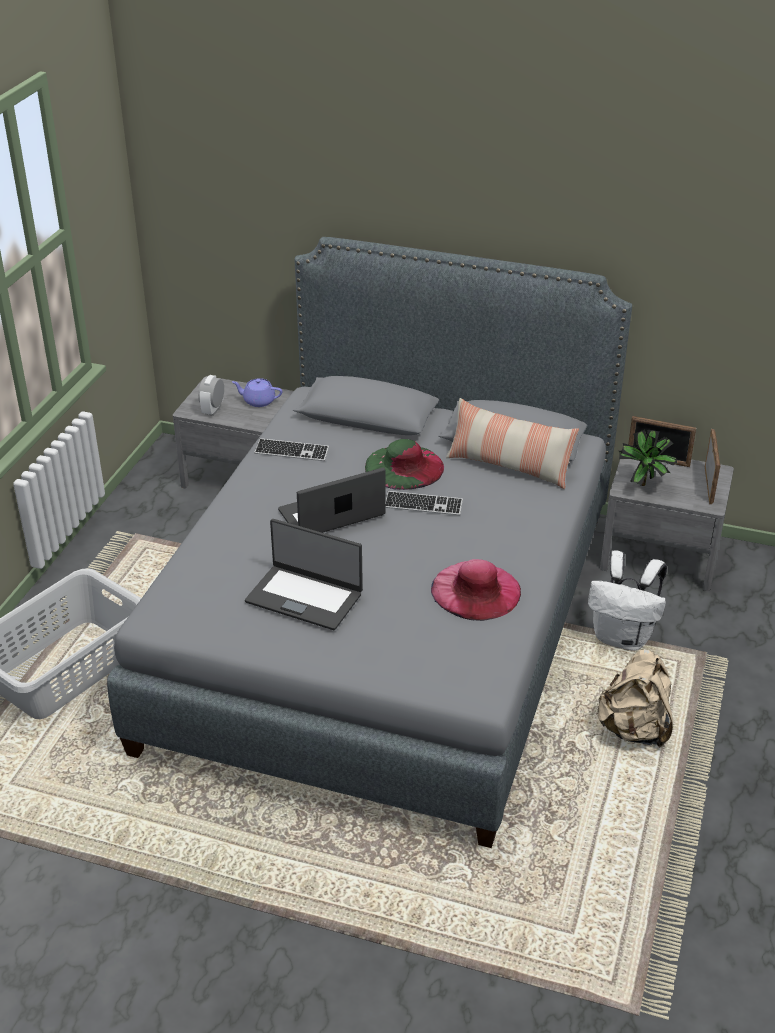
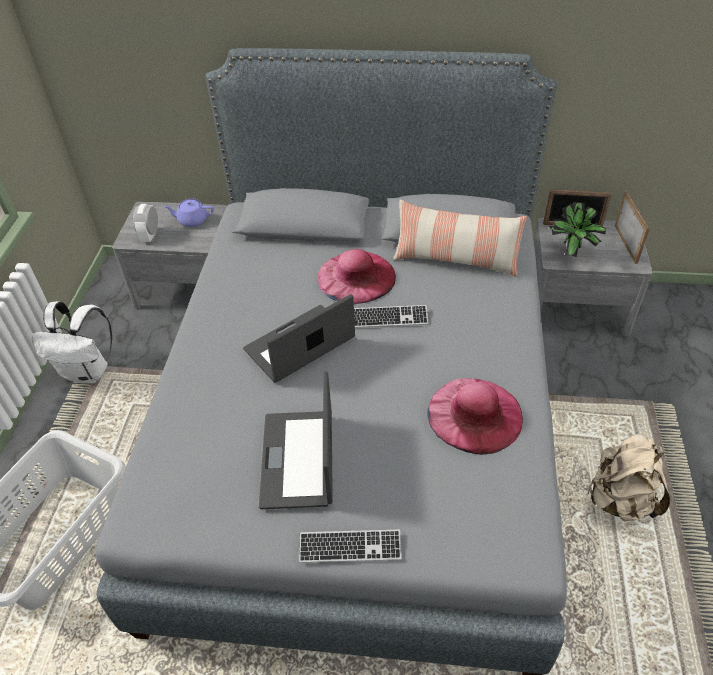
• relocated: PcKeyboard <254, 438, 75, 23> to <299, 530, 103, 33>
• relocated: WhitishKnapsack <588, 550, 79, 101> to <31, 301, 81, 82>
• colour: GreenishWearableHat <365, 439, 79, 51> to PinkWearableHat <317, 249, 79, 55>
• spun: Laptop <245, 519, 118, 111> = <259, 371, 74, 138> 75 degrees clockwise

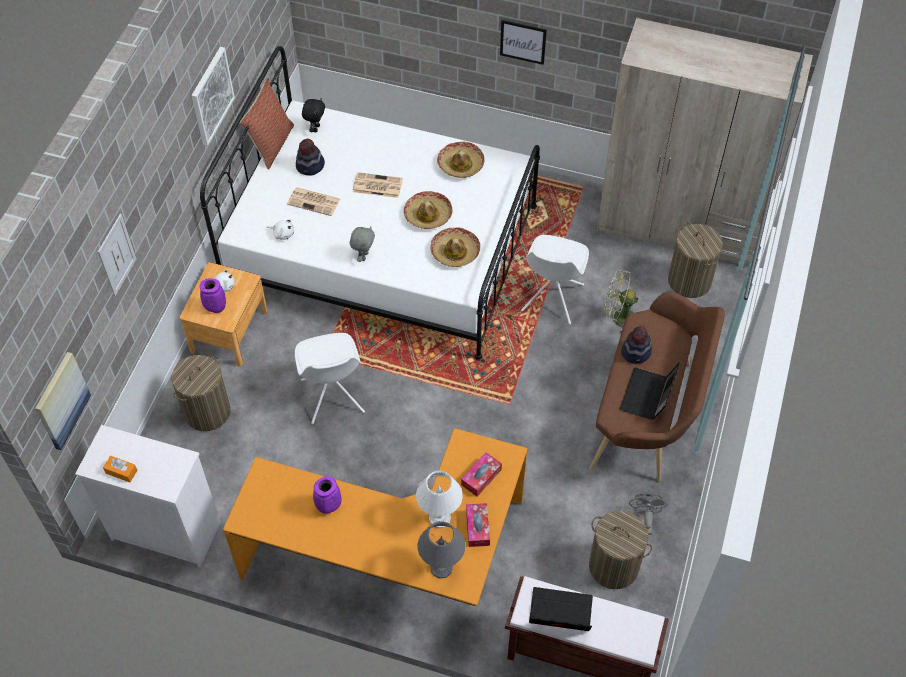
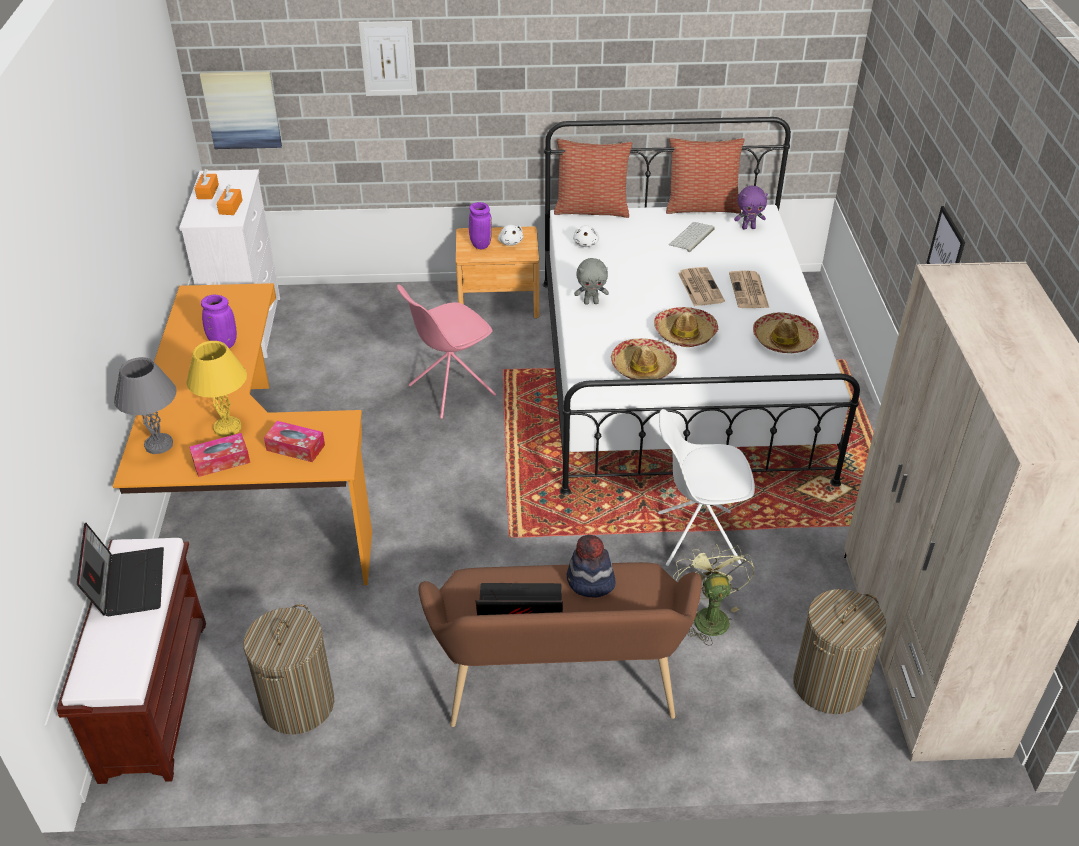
• missing: WashingBasket <171, 354, 60, 77>
• missing: WallArt <192, 47, 43, 99>
• missing: GrayCoolingFan <629, 493, 39, 42>
• appeared: OrangeyTissueHolder <217, 184, 25, 31>
• appeared: ThrowPillow <554, 139, 78, 79>
• relocated: Newspaper <287, 188, 53, 28> to <729, 271, 40, 37>
• exchanged: WearableHat <296, 139, 29, 37> to PcKeyboard <669, 222, 46, 30>
• colour: WhitishChair <295, 333, 70, 91> to PinkChair <397, 284, 99, 135>
• colour: BlackColouredCuddlyToy <302, 98, 23, 34> to PurpleColouredCuddlyToy <734, 186, 34, 43>
• colour: WhitishTableLamp <416, 471, 47, 58> to YellowishTableLamp <186, 341, 61, 96>

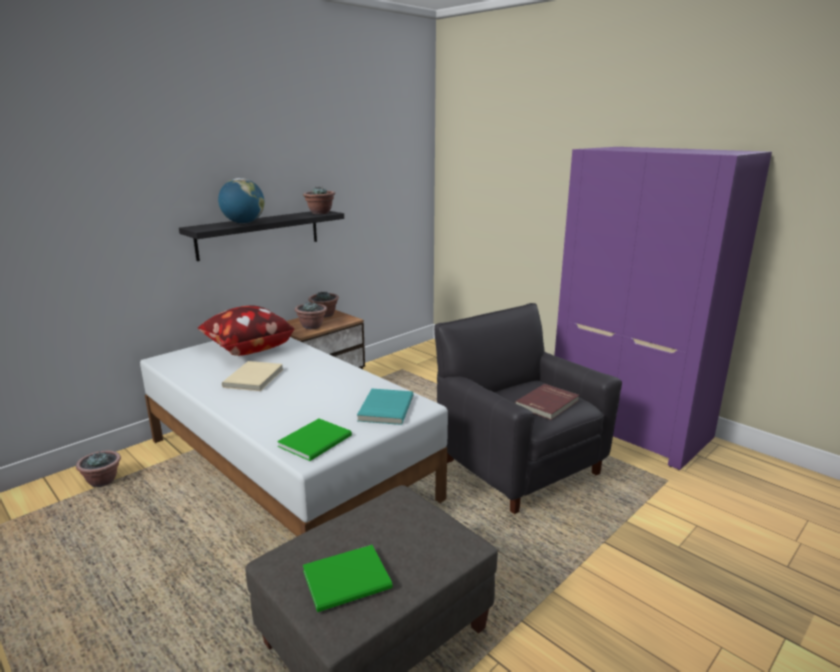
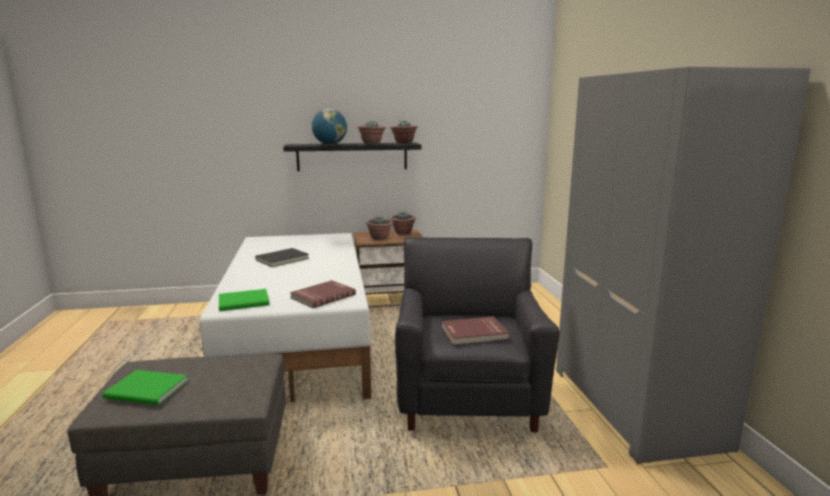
• missing: ThrowPillow <198, 306, 96, 50>
• relocated: Houseplant <76, 451, 45, 36> to <358, 121, 28, 24>
• colour: BeigeColouredBoundBook <222, 361, 61, 30> to BlackColouredBoundBook <255, 248, 54, 19>
• colour: TurquoiseBoundBook <357, 389, 57, 36> to RedBoundBook <290, 280, 66, 28>
• colour: PurpleColouredWardrobe <554, 147, 218, 323> to GrayWardrobe <556, 66, 255, 398>

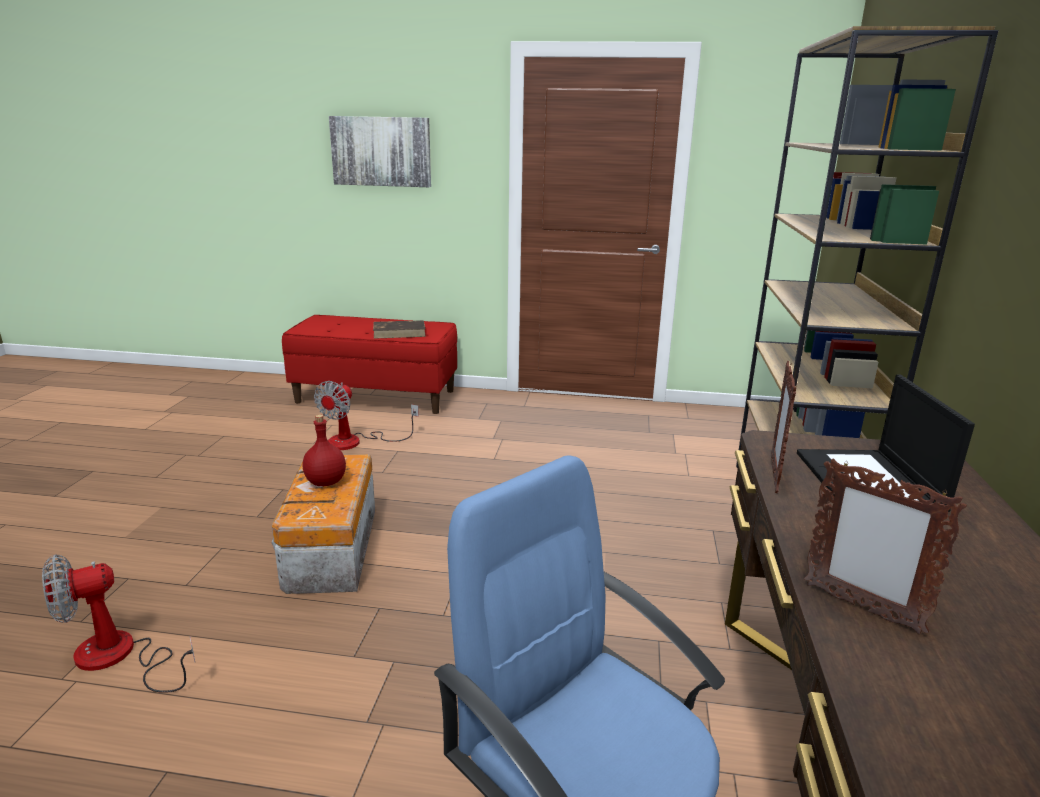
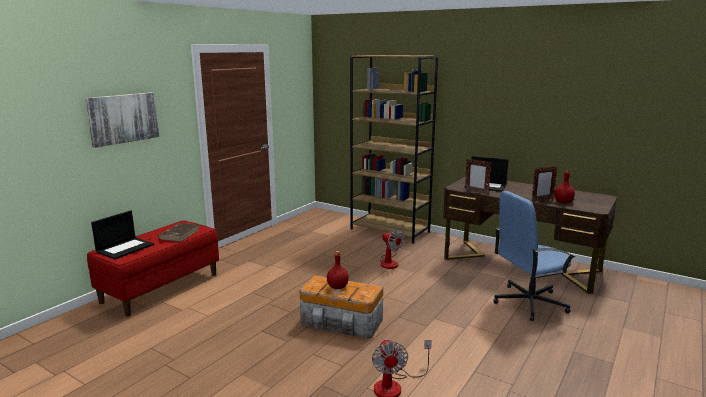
• appeared: Laptop <91, 210, 63, 49>
• appeared: RedBeverageBottle <554, 170, 21, 33>
• relocated: CoolingFan <314, 381, 105, 69> to <379, 229, 25, 40>

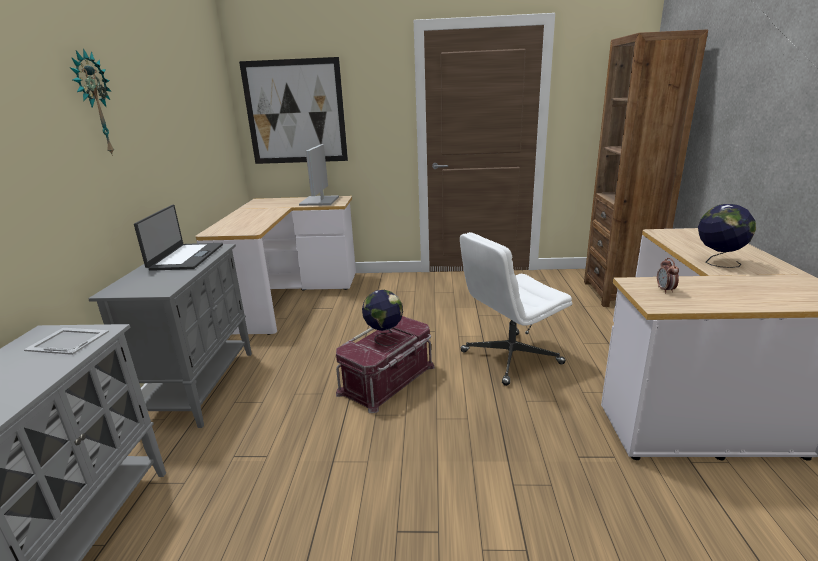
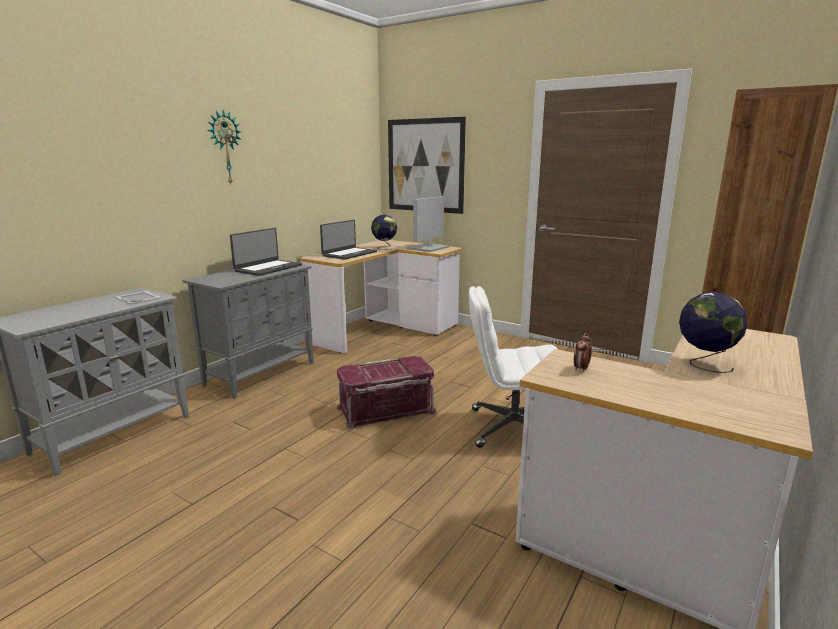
• appeared: Laptop <320, 220, 57, 40>
• relocated: DeskGlobe <362, 290, 41, 56> to <371, 214, 26, 36>

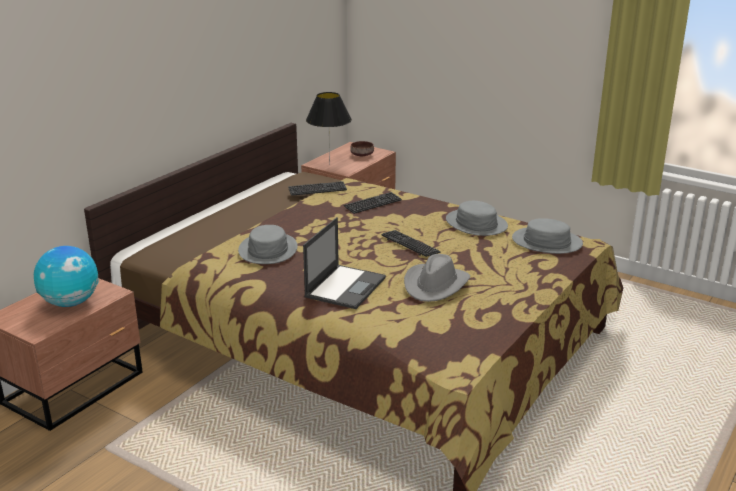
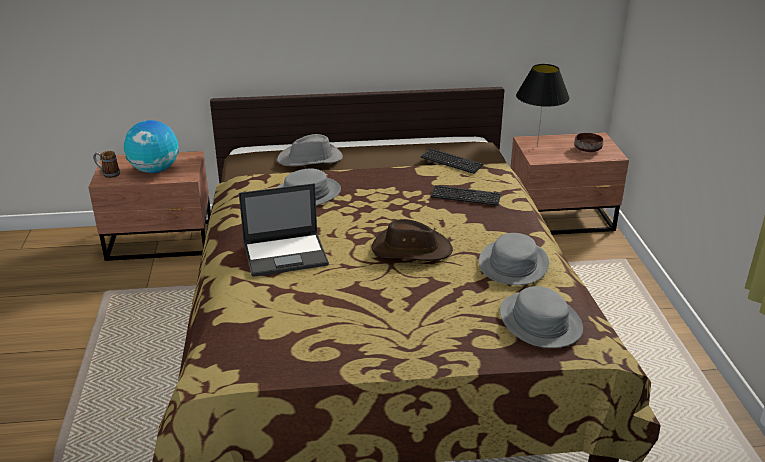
• appeared: CoffeeMug <93, 151, 27, 27>
• relocated: GrayWearableHat <404, 254, 66, 48> to <277, 134, 66, 32>
• exchanged: PcKeyboard <381, 230, 60, 27> to BrownishWearableHat <371, 219, 82, 42>

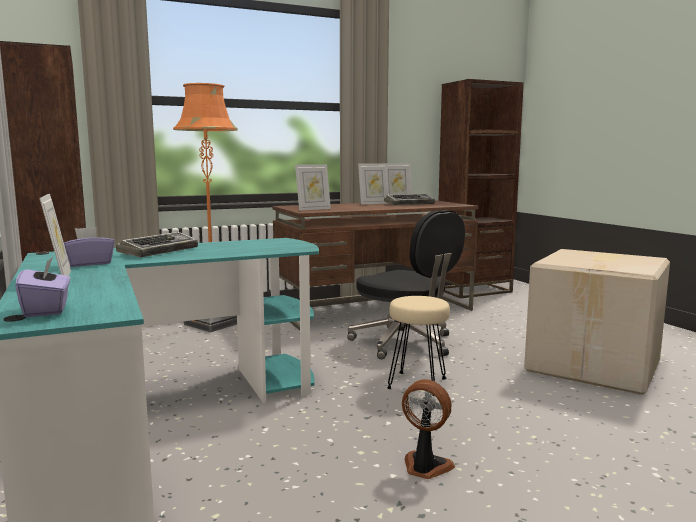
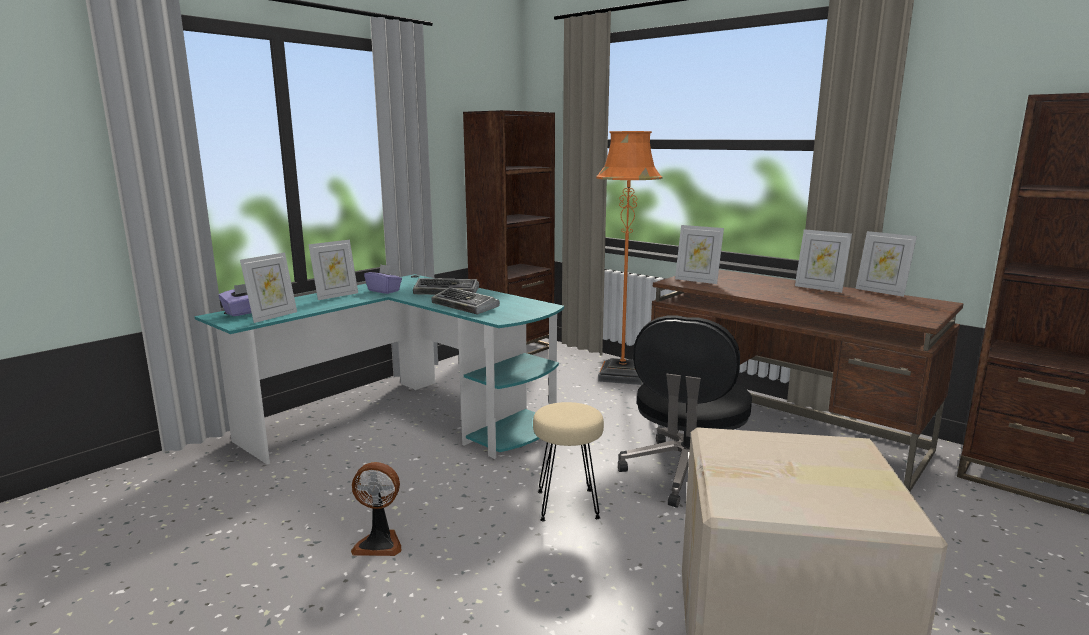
• appeared: StandingFrame <240, 252, 57, 71>
• relocated: PcKeyboard <384, 194, 51, 11> to <432, 287, 68, 28>
• spun: CoolingFan <402, 379, 53, 100> = <351, 462, 51, 94> 90 degrees clockwise

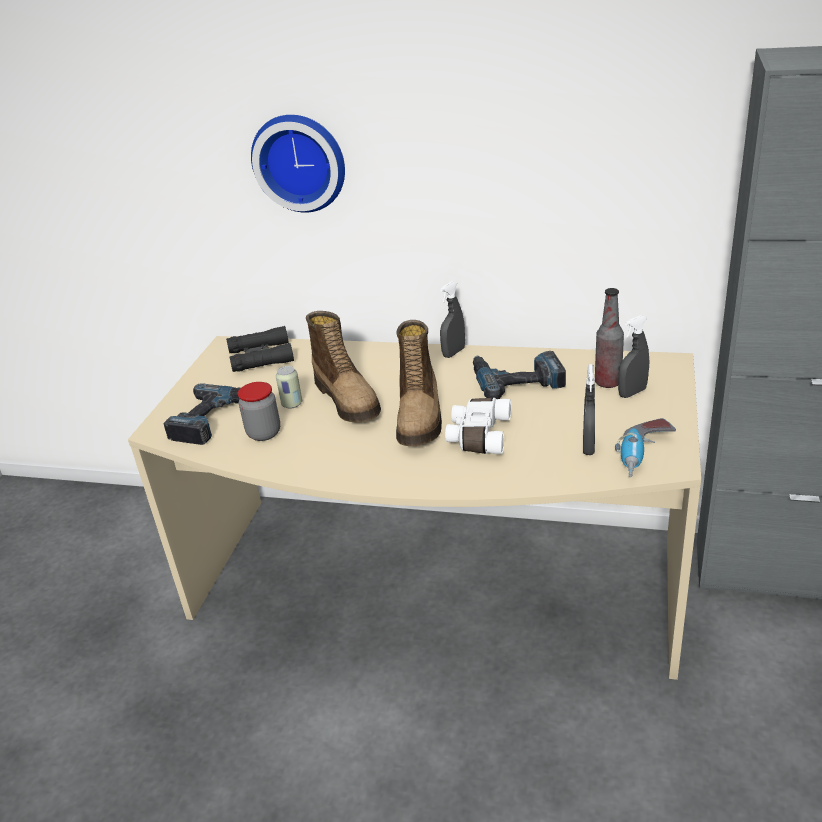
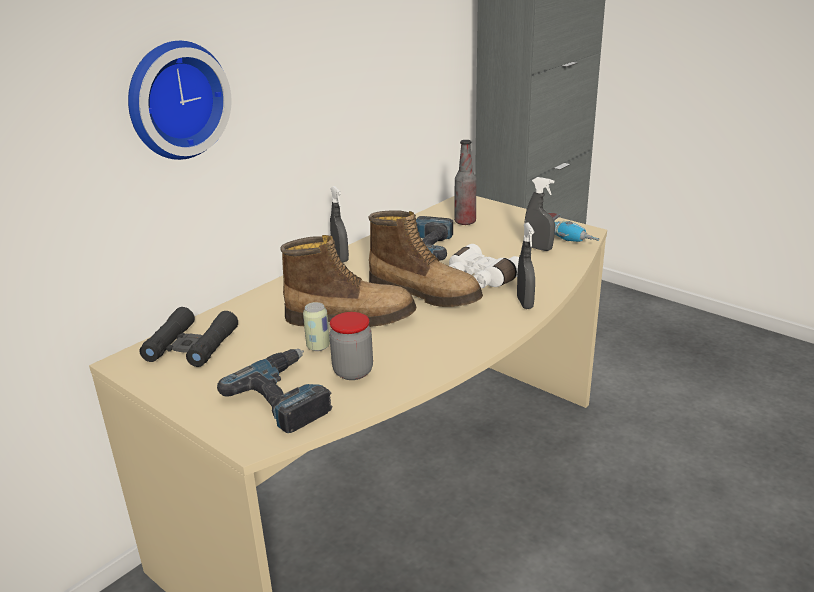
• relocated: GrayHandSprayer <618, 315, 31, 83> to <517, 222, 18, 87>

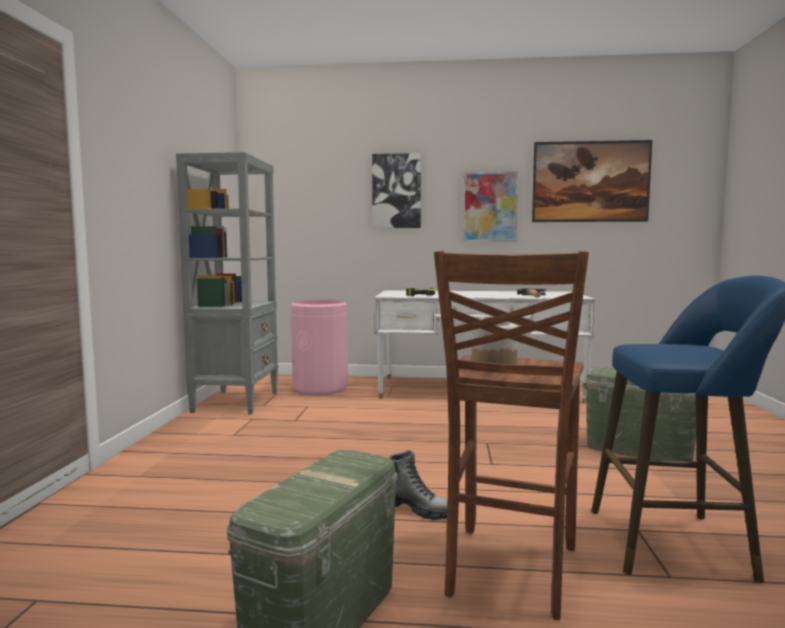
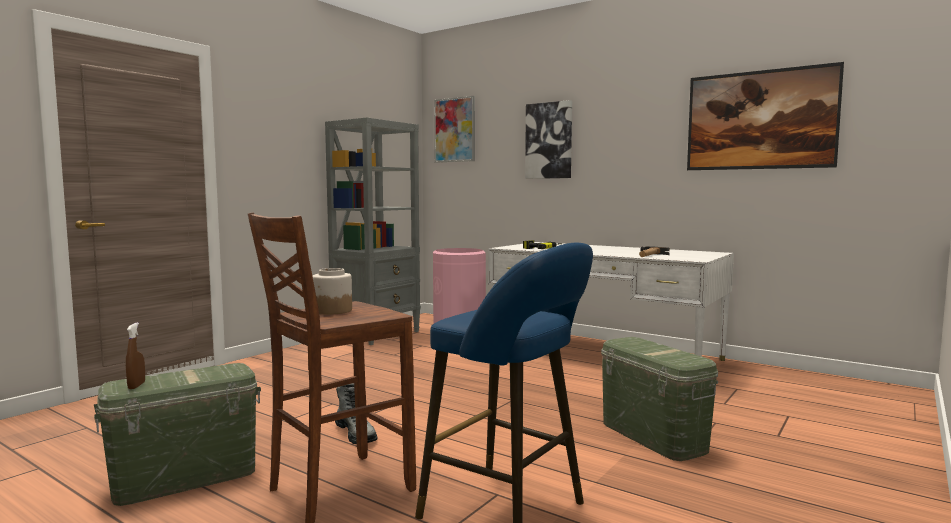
• appeared: BrownishHandSprayer <126, 322, 19, 67>
• relocated: WallArt <463, 172, 55, 70> to <434, 96, 41, 66>

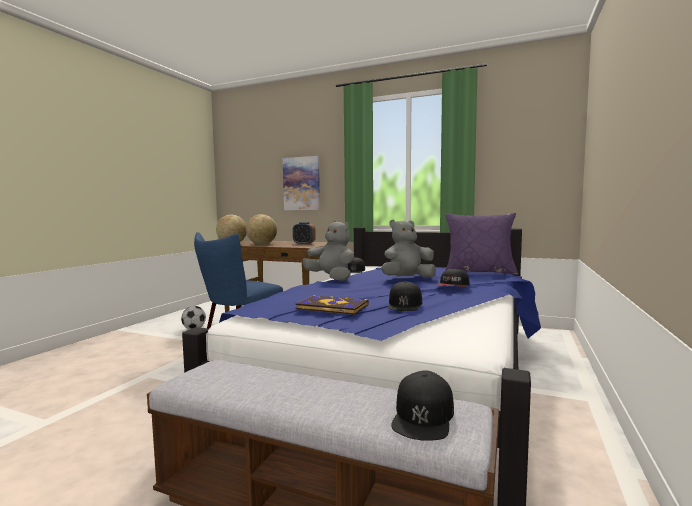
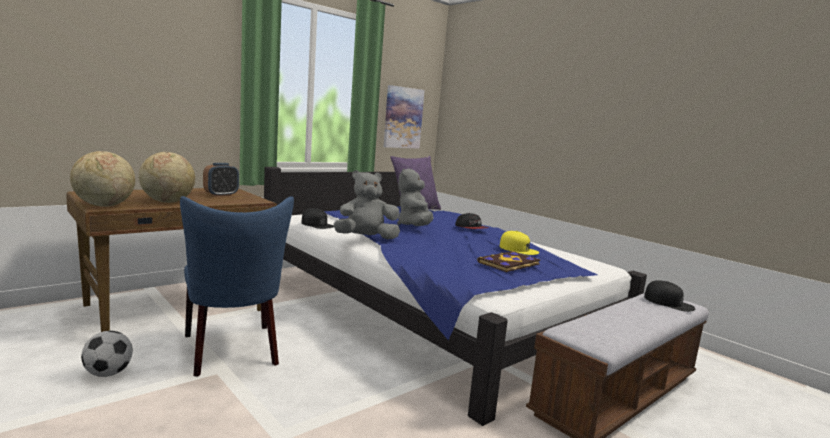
• relocated: WallArt <283, 156, 37, 54> to <384, 85, 41, 64>
• colour: BlackColouredCap <388, 281, 34, 30> to YellowishCap <500, 231, 39, 24>

